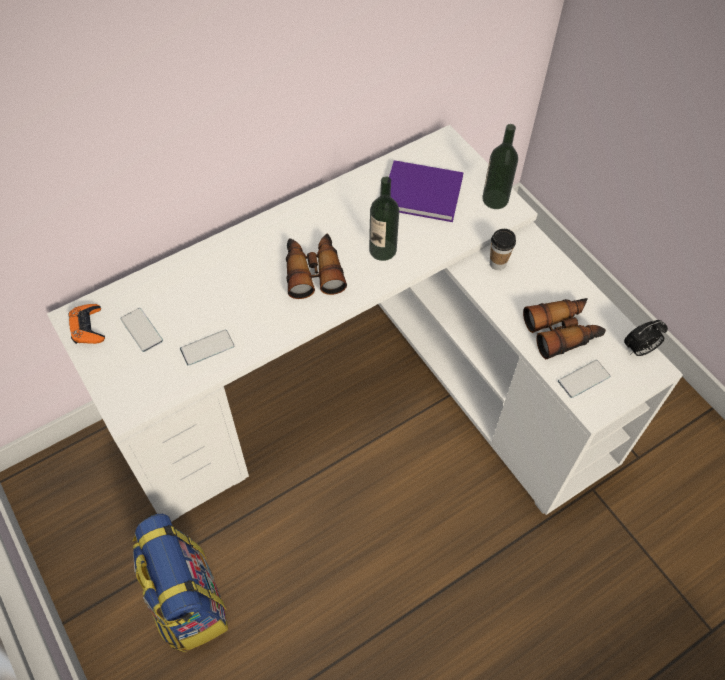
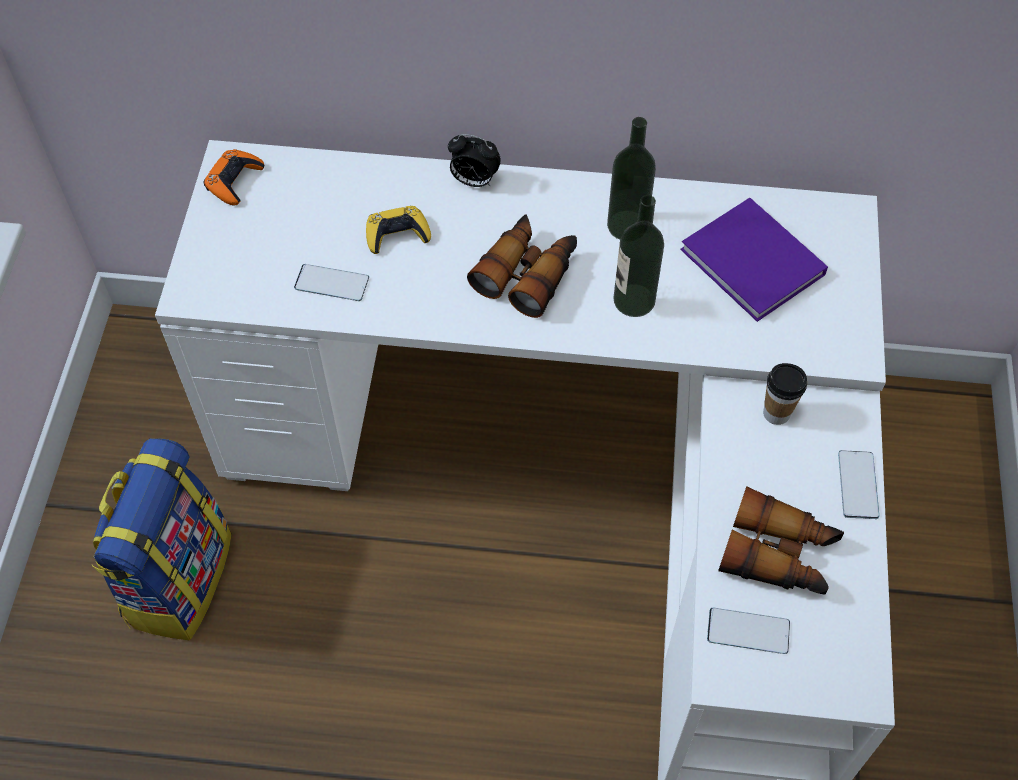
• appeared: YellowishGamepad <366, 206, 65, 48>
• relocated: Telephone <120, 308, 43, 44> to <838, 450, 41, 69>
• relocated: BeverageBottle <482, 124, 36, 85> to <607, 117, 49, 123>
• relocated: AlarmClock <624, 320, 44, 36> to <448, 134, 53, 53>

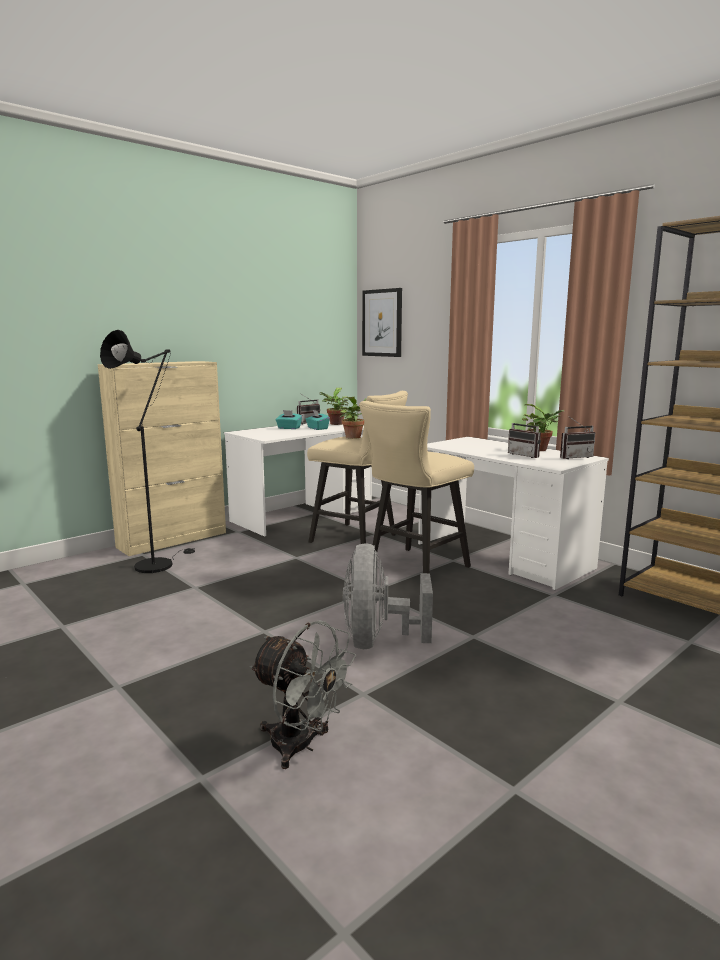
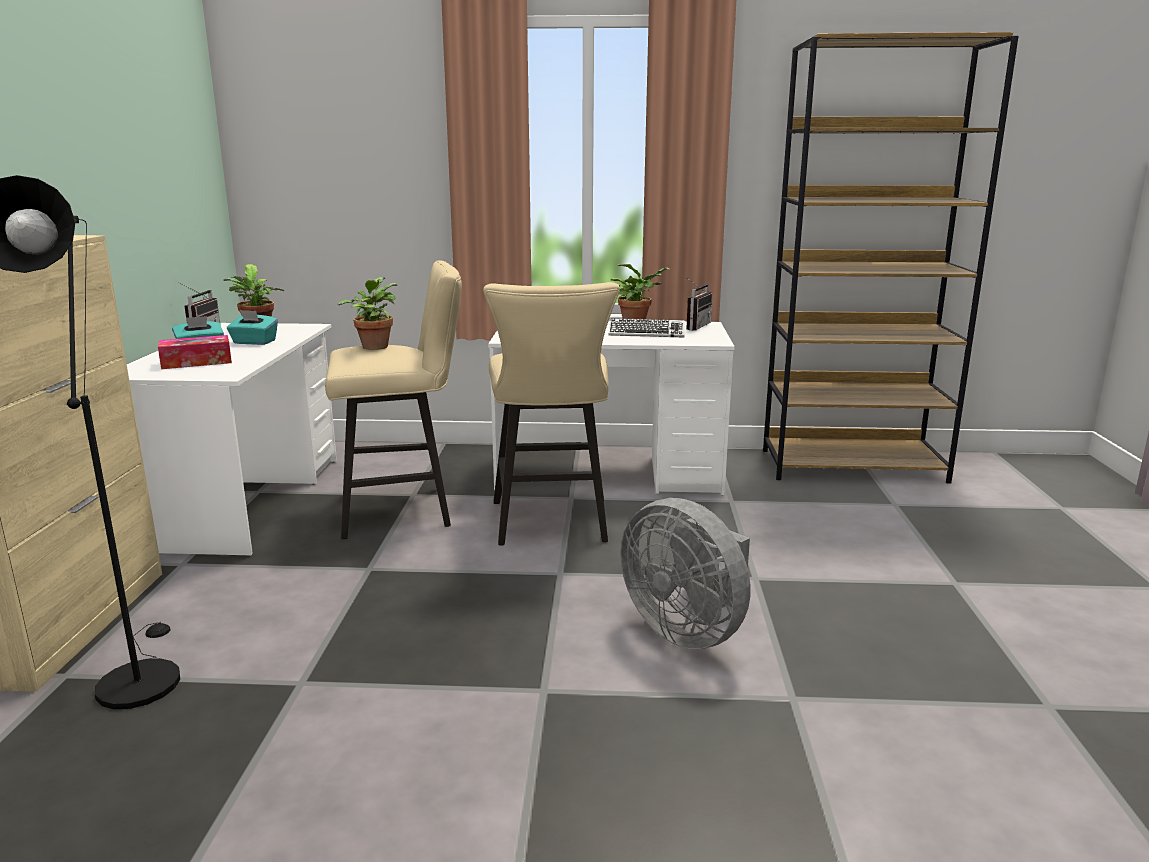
• missing: GrayCoolingFan <250, 620, 106, 149>
• missing: WallArt <362, 288, 40, 69>
• appeared: TissueHolder <158, 335, 74, 34>
• exchanged: RadioReceiver <508, 416, 33, 42> to PcKeyboard <608, 318, 77, 19>

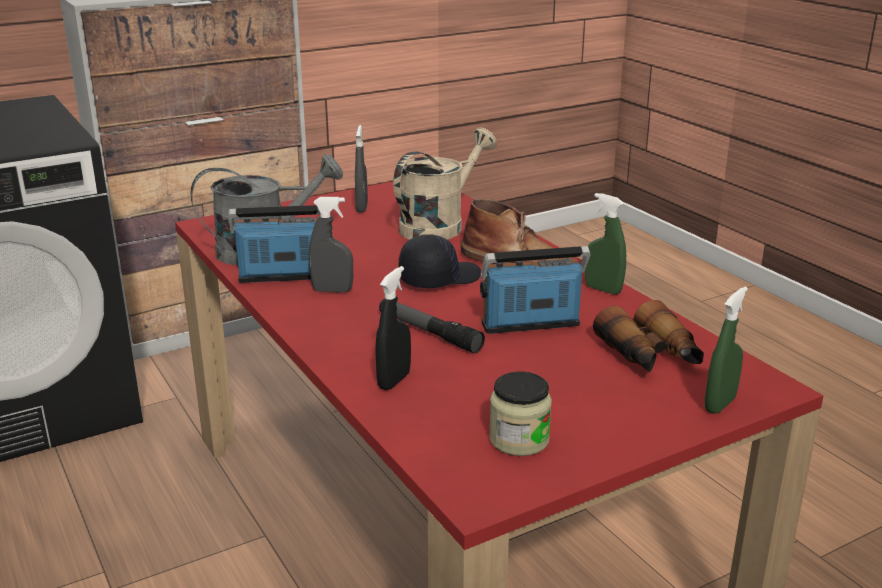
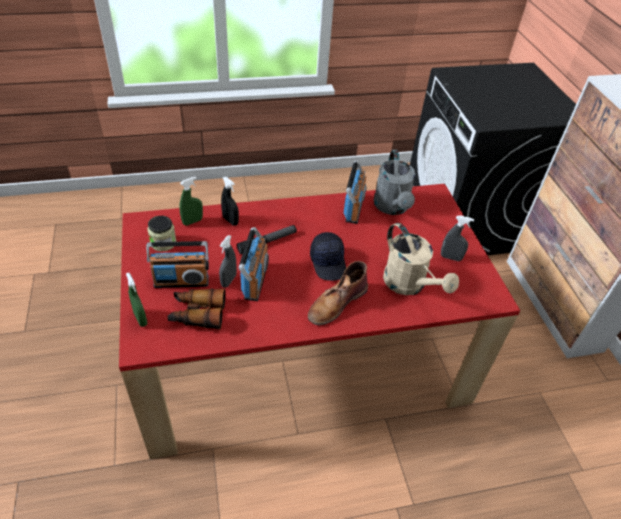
• appeared: RadioReceiver <146, 241, 63, 47>
• relocated: GrayHandSprayer <309, 197, 44, 96> to <219, 235, 18, 53>
• relocated: GreenishHandSprayer <585, 193, 41, 102> to <179, 177, 24, 49>

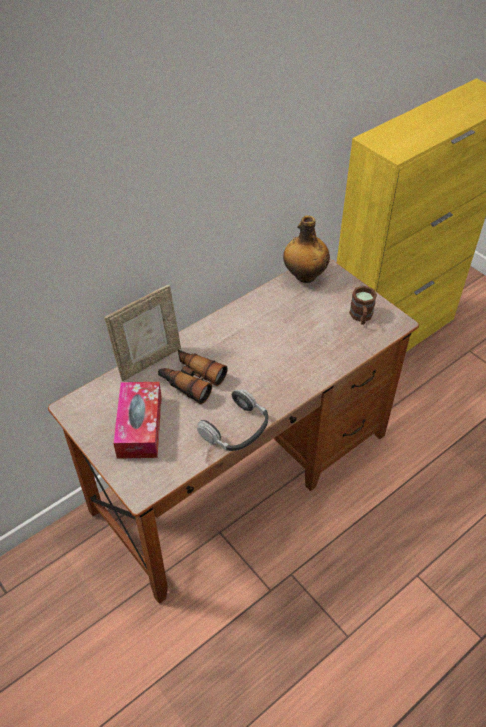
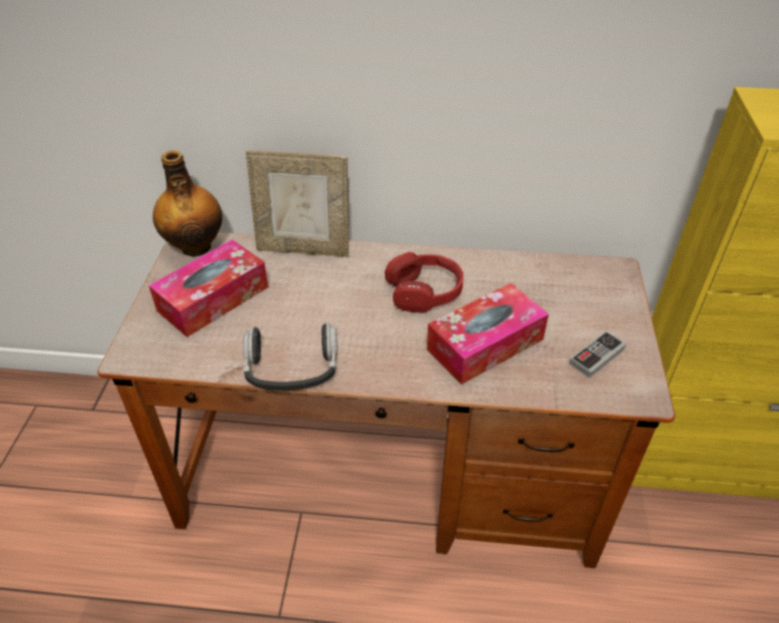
• missing: PairOfBinoculars <158, 350, 70, 54>
• appeared: RedPairOfHeadphones <385, 252, 79, 61>
• appeared: TissueHolder <427, 283, 122, 102>
• relocated: BeverageBottle <283, 215, 47, 68> to <153, 150, 69, 107>
• exchanged: BrownishCoffeeMug <349, 286, 28, 39> to Gamepad <569, 331, 57, 47>

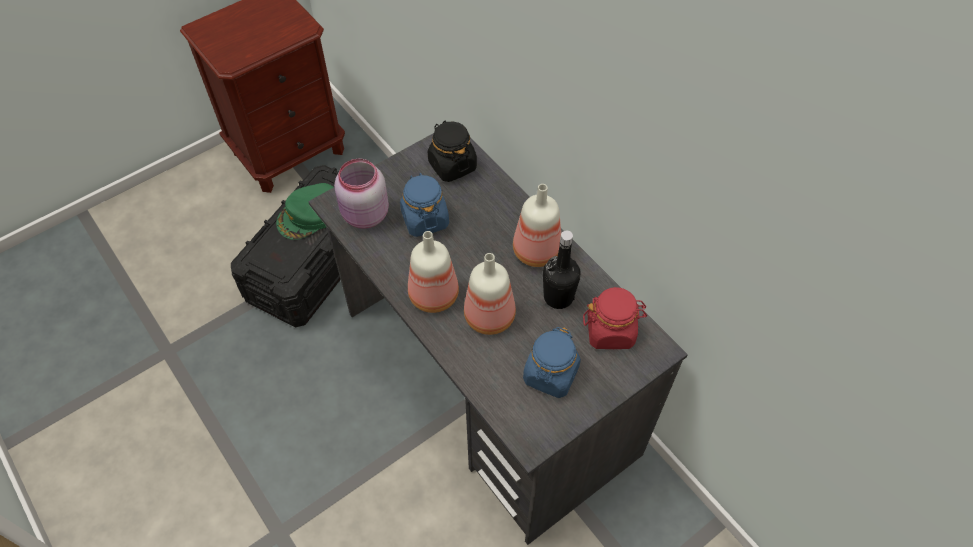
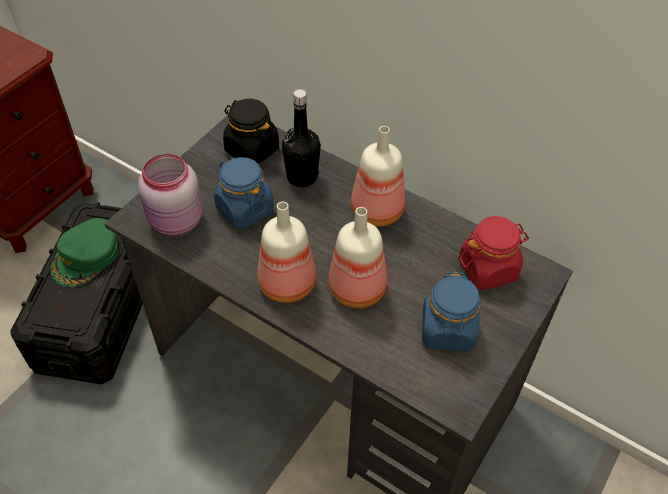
• relocated: BlackColouredBeverageBottle <543, 231, 38, 78> to <282, 89, 39, 98>

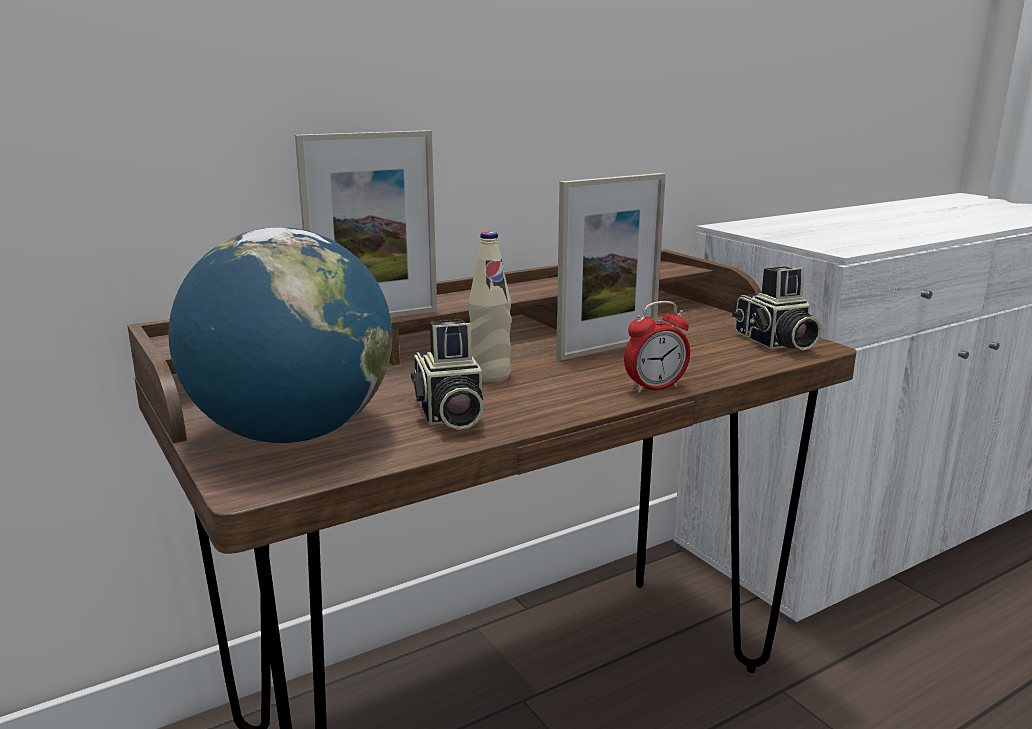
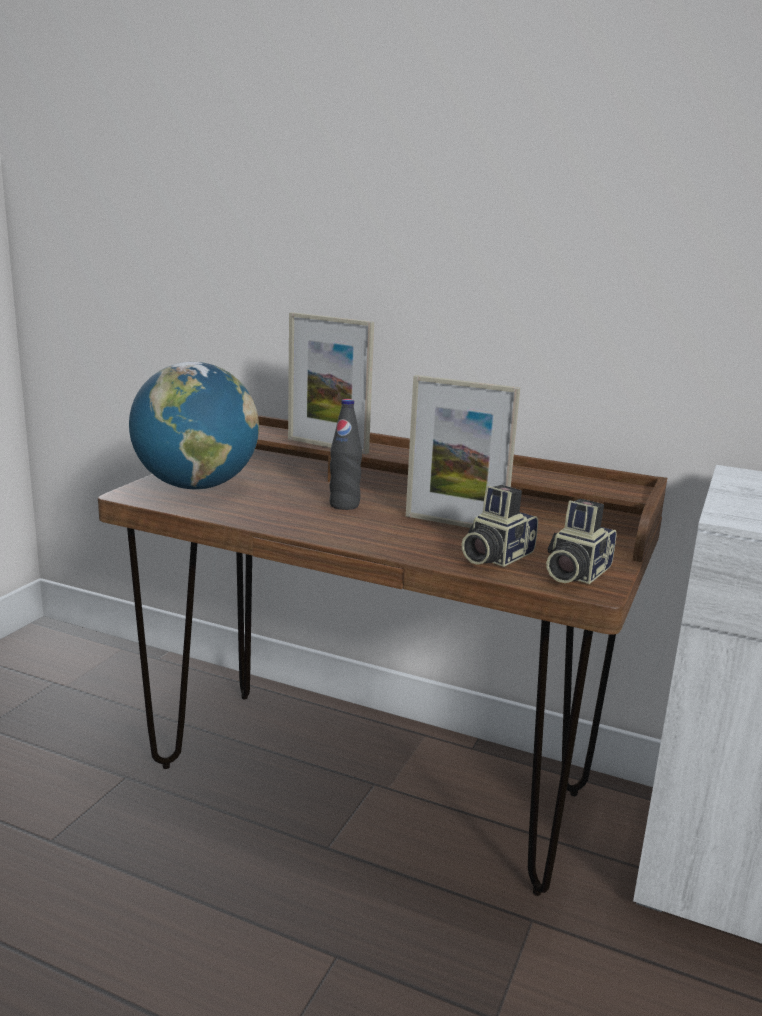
• missing: AlarmClock <624, 301, 66, 92>
• relocated: PhotoCamera <411, 319, 73, 111> to <461, 485, 77, 82>
• colour: BeigeColouredBeverageBottle <468, 232, 43, 150> to BlackColouredBeverageBottle <329, 399, 33, 111>

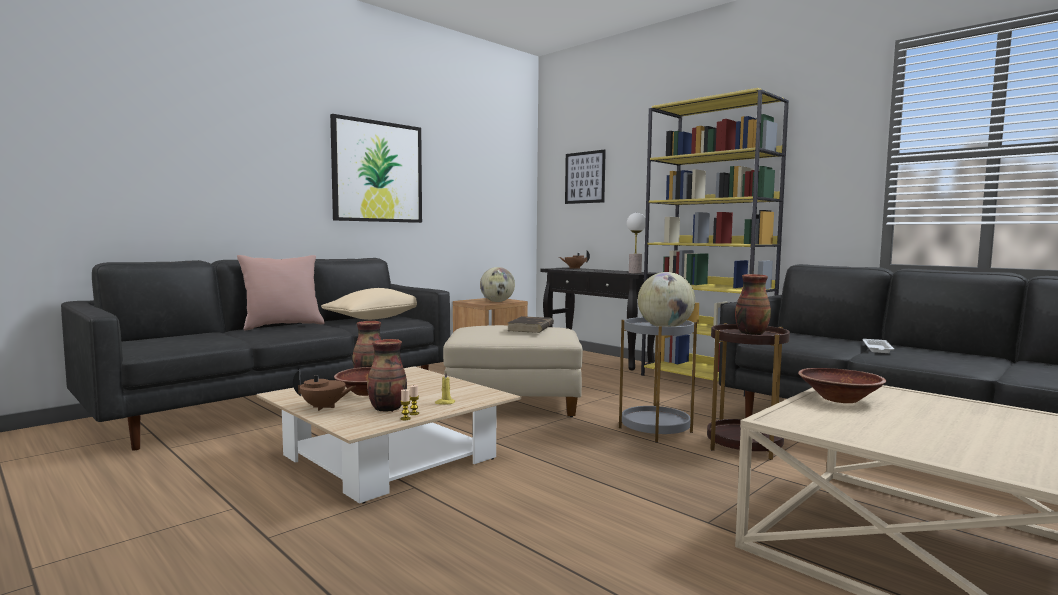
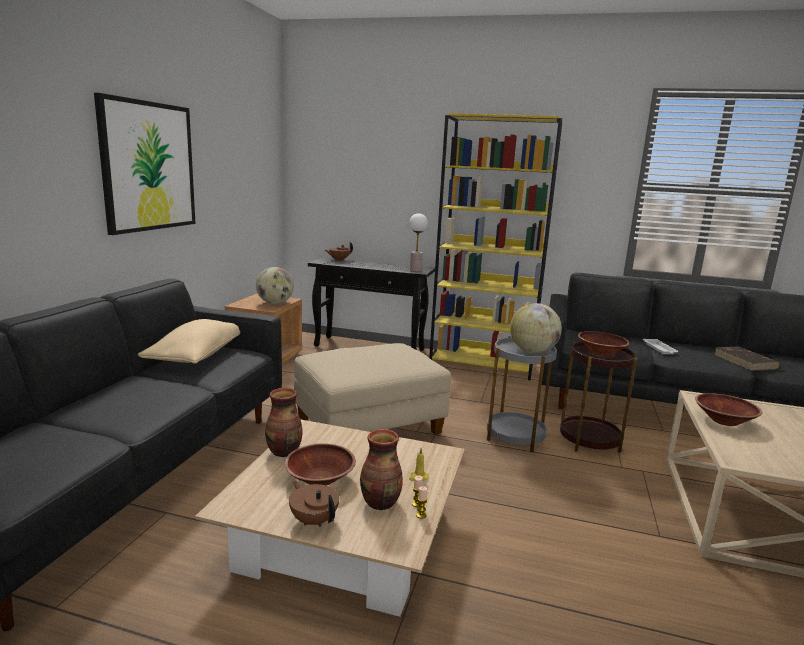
• missing: PinkThrowPillow <237, 255, 88, 76>
• missing: WallArt <565, 149, 41, 55>
• relocated: BrownishBoundBook <508, 316, 46, 17> to <714, 347, 66, 24>
• exchanged: Vase <735, 274, 36, 61> to BrownishBowl <578, 331, 51, 25>
• spun: BrownishTeapot <293, 370, 63, 41> = <289, 481, 50, 46> 105 degrees counterclockwise

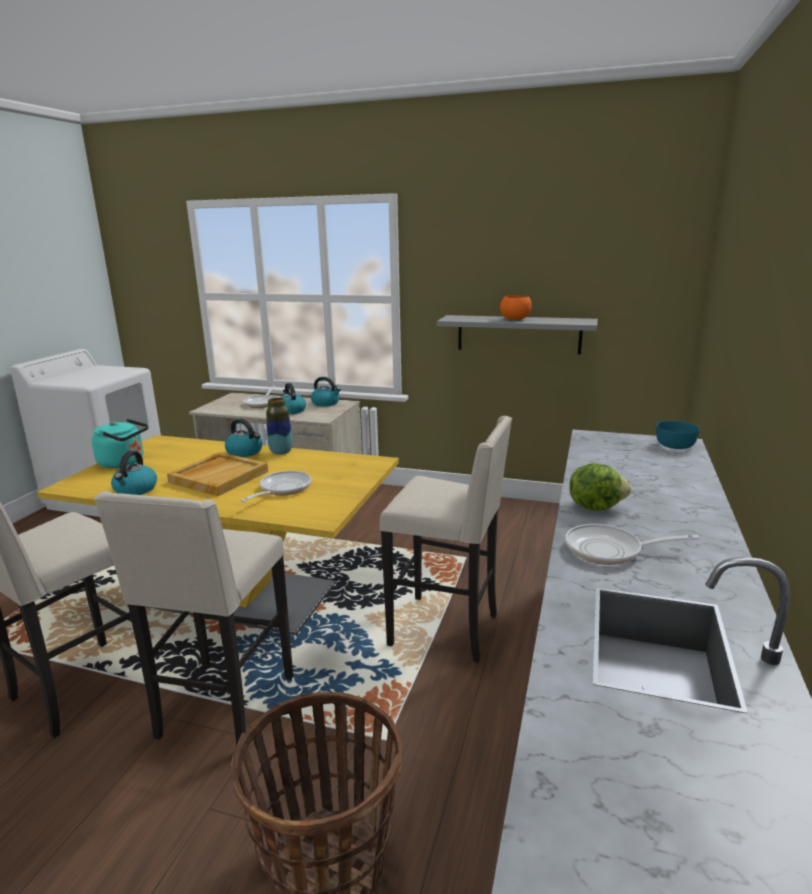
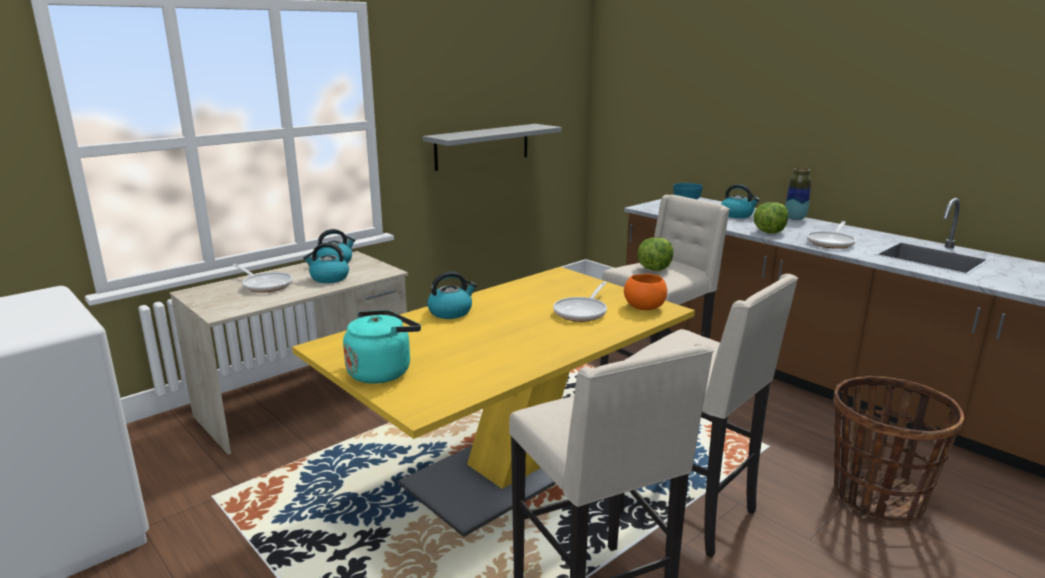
• missing: BeigeColouredCarryingTray <167, 452, 101, 44>
• appeared: HeadOfLettuce <638, 238, 35, 33>
• relocated: WaterKettle <111, 451, 46, 44> to <721, 184, 39, 34>
• relocated: Vase <266, 398, 27, 57> to <785, 168, 26, 52>
• relocated: OrangeyBowl <500, 295, 32, 25> to <624, 274, 43, 36>
• spun: Skillet <240, 471, 71, 31> = <553, 282, 54, 40> 120 degrees counterclockwise

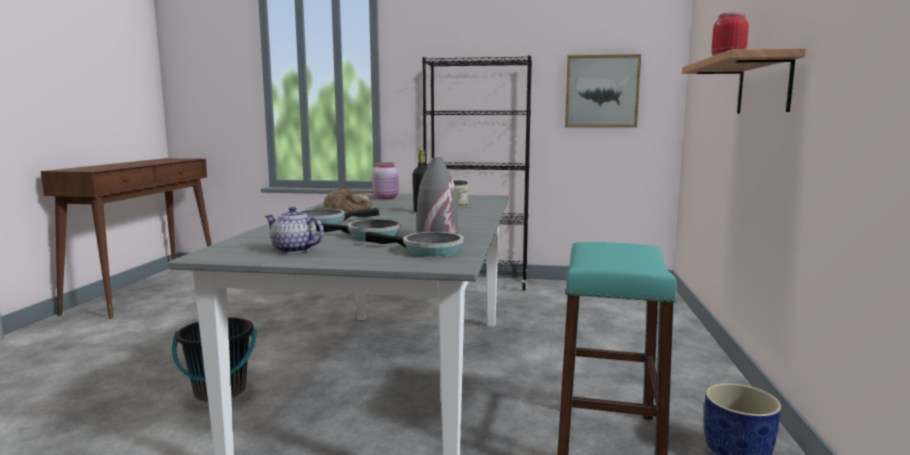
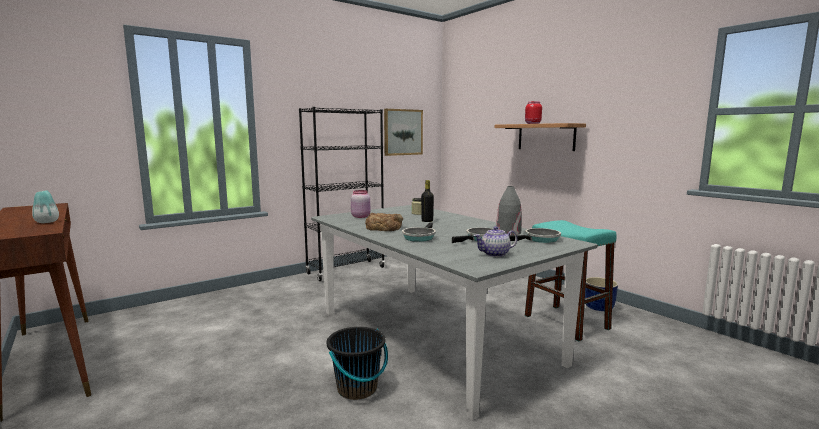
• appeared: Vase <32, 190, 27, 33>

